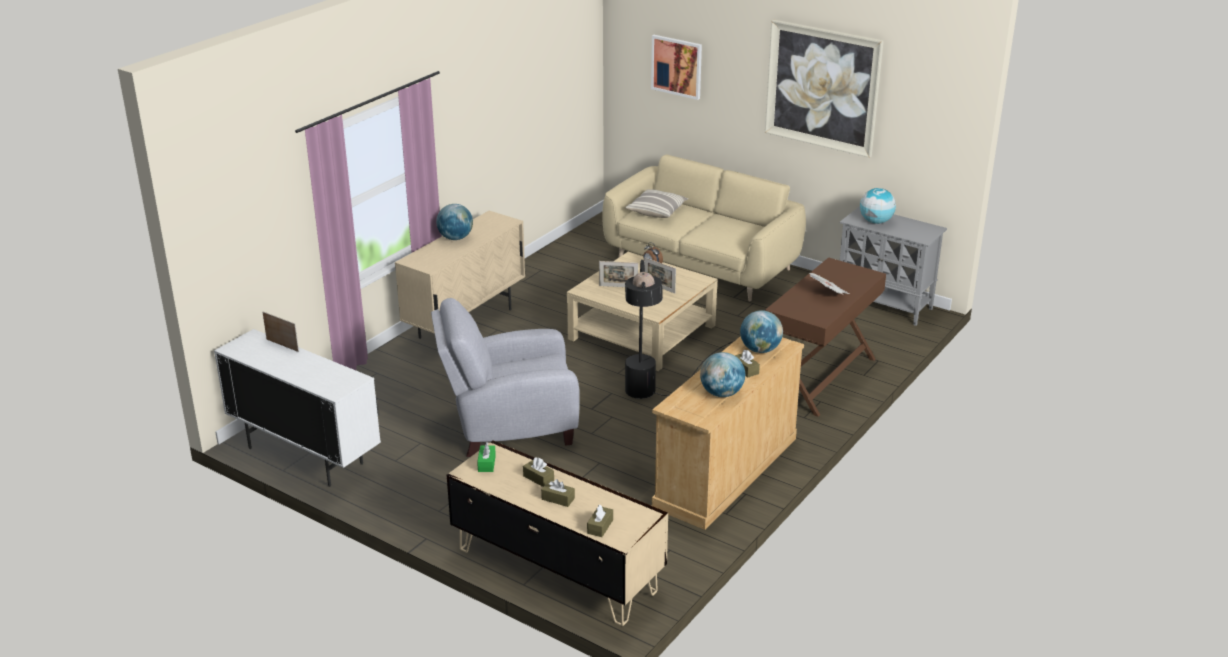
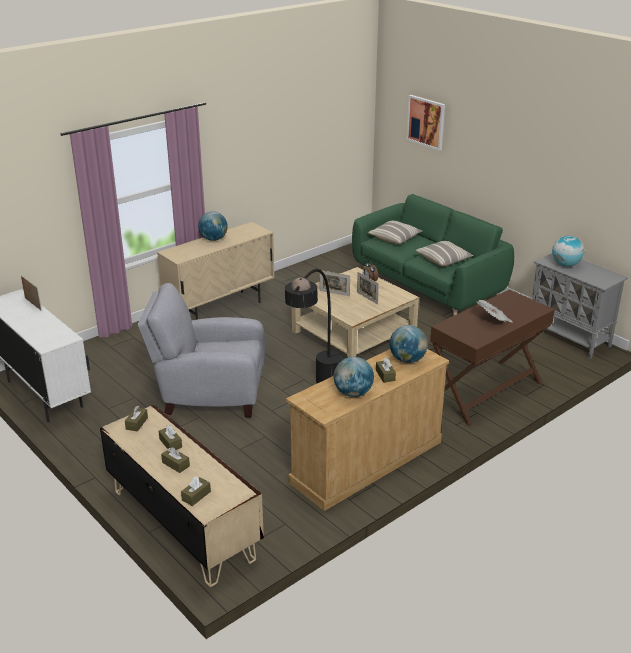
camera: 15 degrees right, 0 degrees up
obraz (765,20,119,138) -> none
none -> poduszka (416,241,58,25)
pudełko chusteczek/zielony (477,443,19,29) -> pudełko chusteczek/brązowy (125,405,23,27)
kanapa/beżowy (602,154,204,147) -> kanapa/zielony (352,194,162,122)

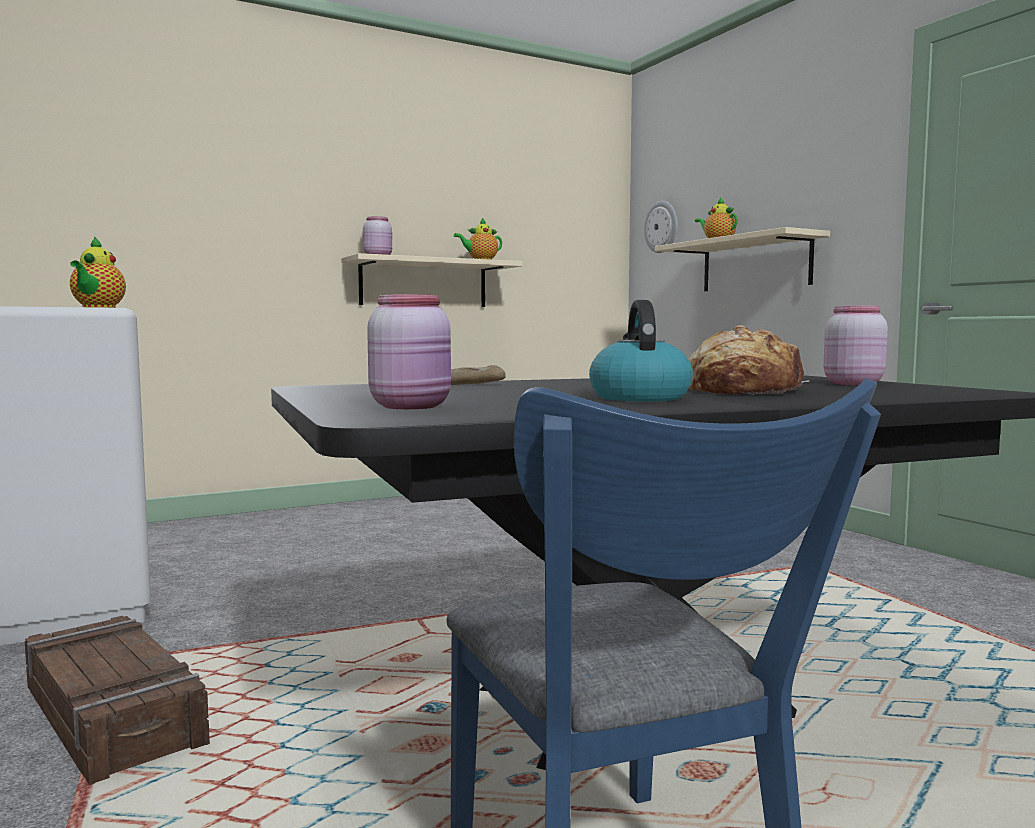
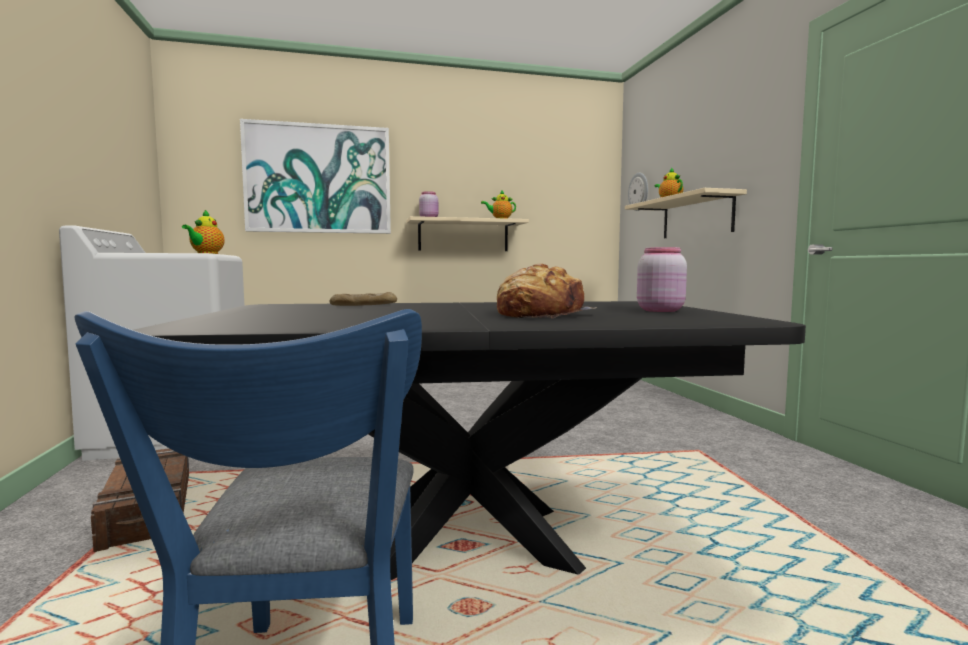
camera: 15 degrees right, 0 degrees up
słoik/różowy (367,295,84,114) -> none
czajnik (589,300,104,101) -> none
none -> obraz (240,119,151,115)

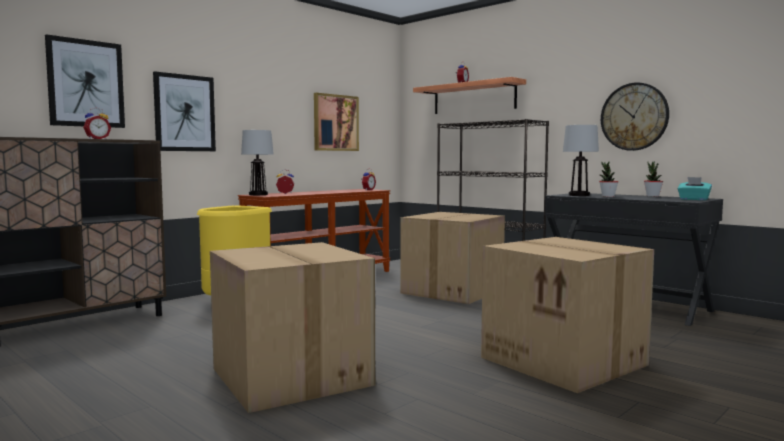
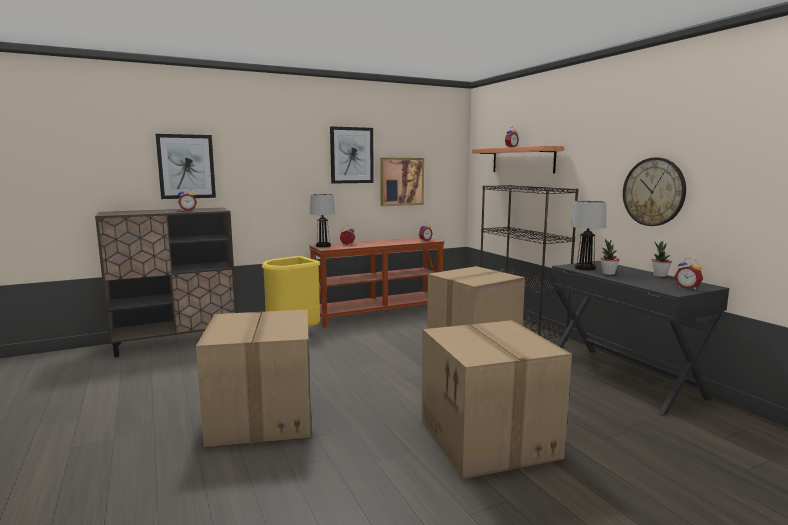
camera: 20 degrees right, 5 degrees up
obraz (153,71,63,80) -> obraz (330,126,44,58), shifted
pudełko chusteczek/turkusowy (678,177,34,23) -> budzik (675,258,28,32)

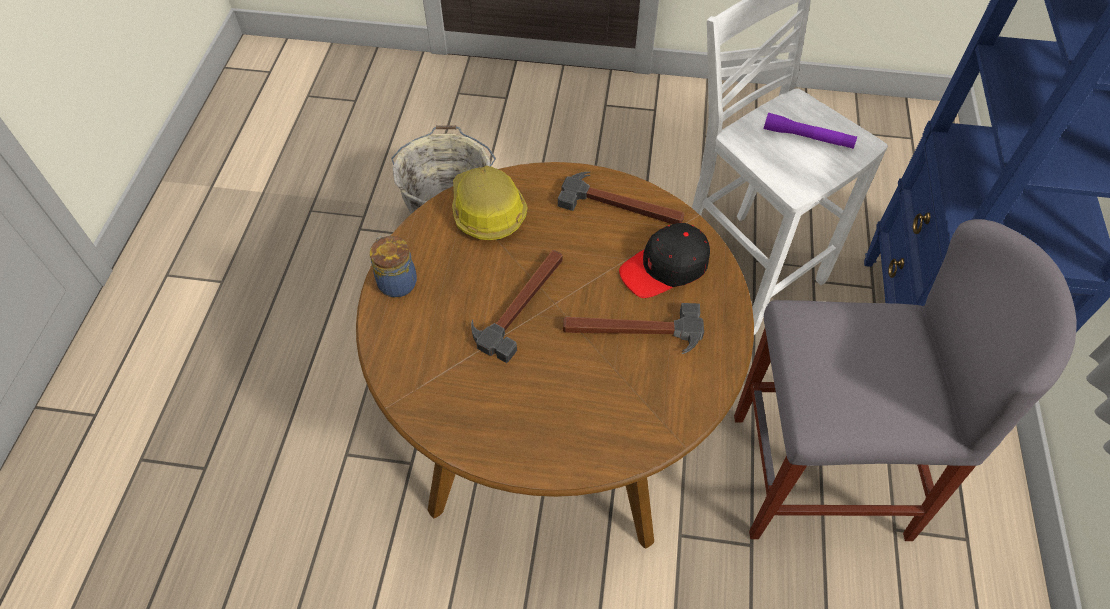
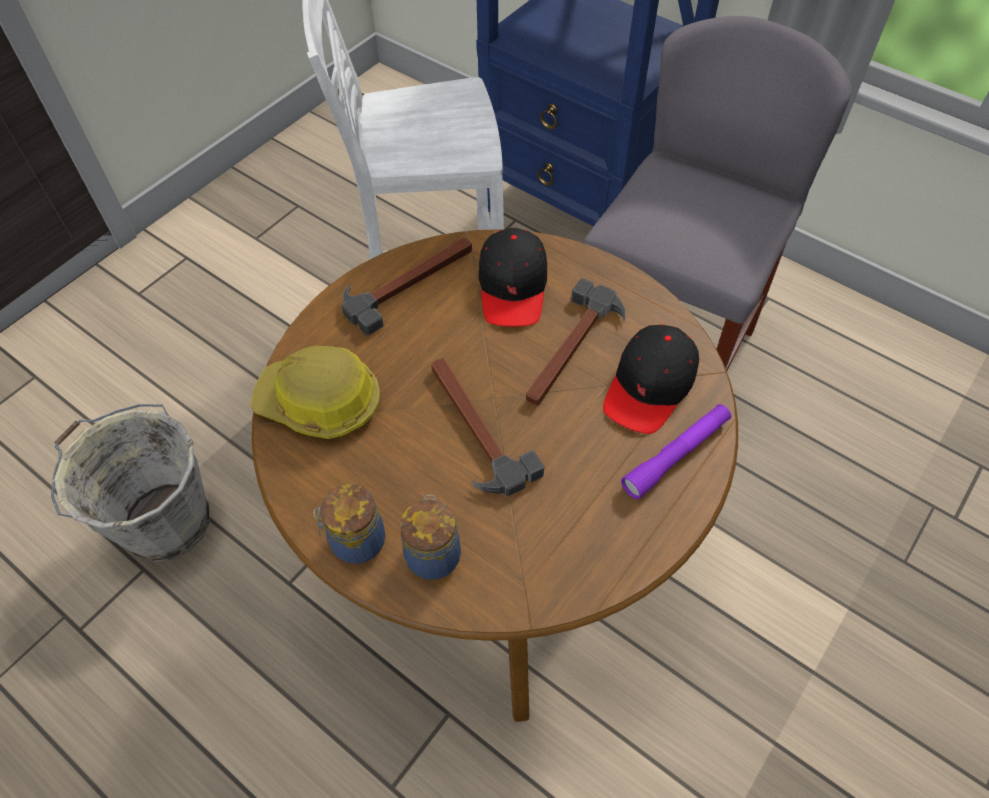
camera: 60 degrees left, 0 degrees up
none -> słoik (400,495,61,85)
none -> czapka z daszkiem/czarny (603,324,96,110)
latarka/fioletowy (764,113,93,36) -> latarka/fioletowy (621,404,110,95), shifted

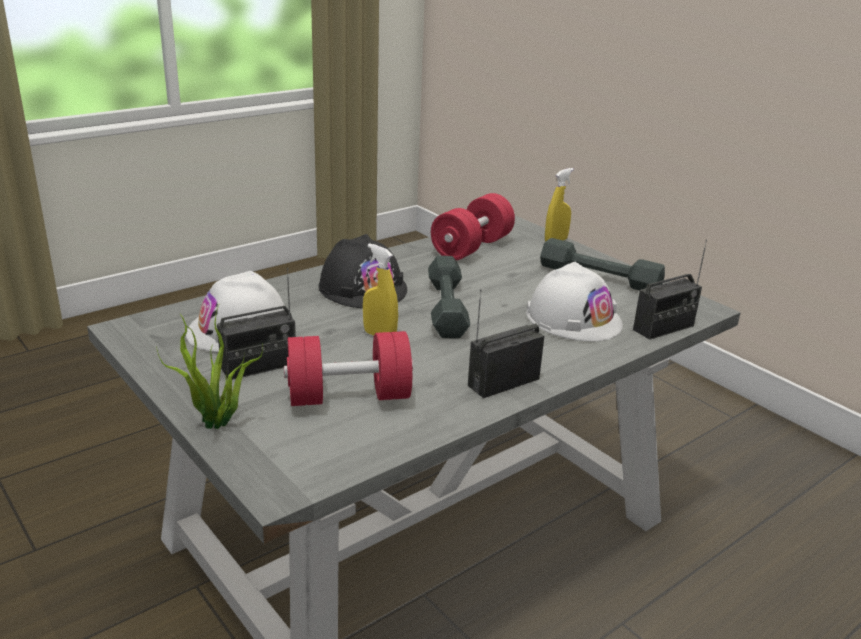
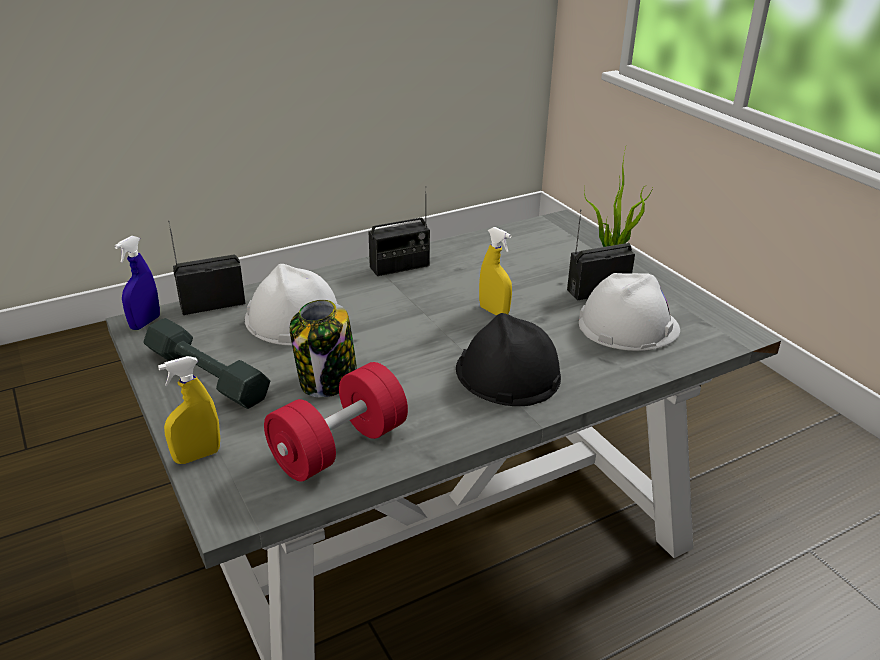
camera: 170 degrees left, 5 degrees up
hantel/czerwony (284,331,129,75) -> none
hantel/szary (428,256,42,82) -> none
none -> spryskiwacz/niebieski (115,236,45,94)
none -> słoik (290,300,67,98)

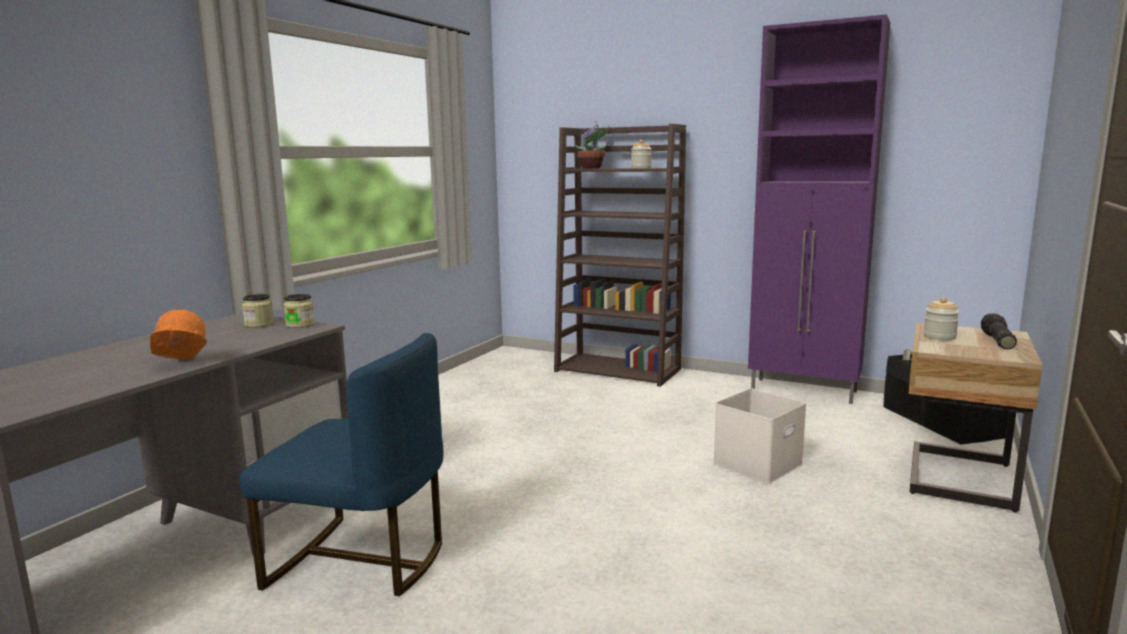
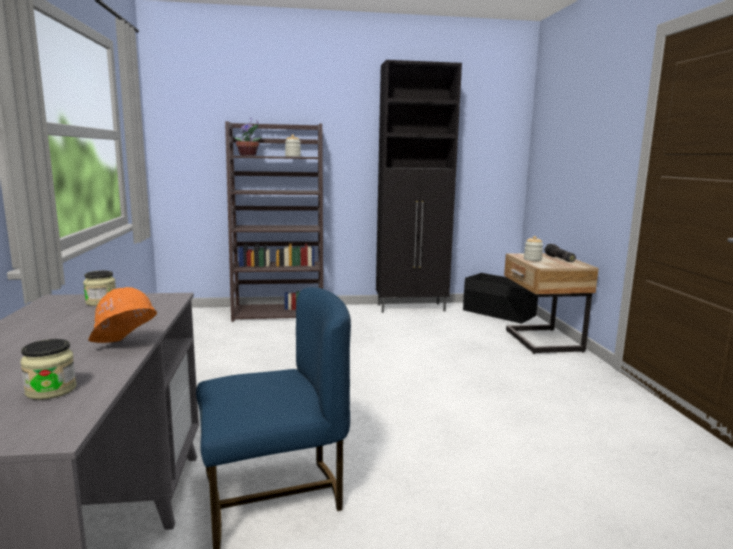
camera: 35 degrees left, 0 degrees up
pojemnik do przechowywania/biały (713,388,93,96) -> none
słoik (283,294,32,34) -> słoik (20,339,57,61), shifted
szafka/fioletowy (748,14,142,390) -> szafka/czarny (376,60,86,253)

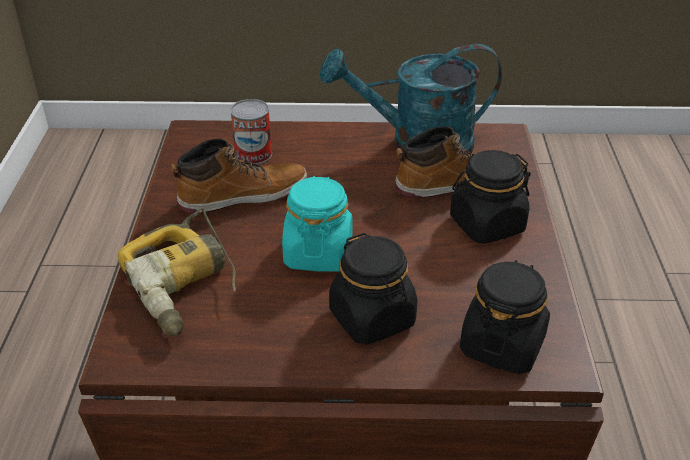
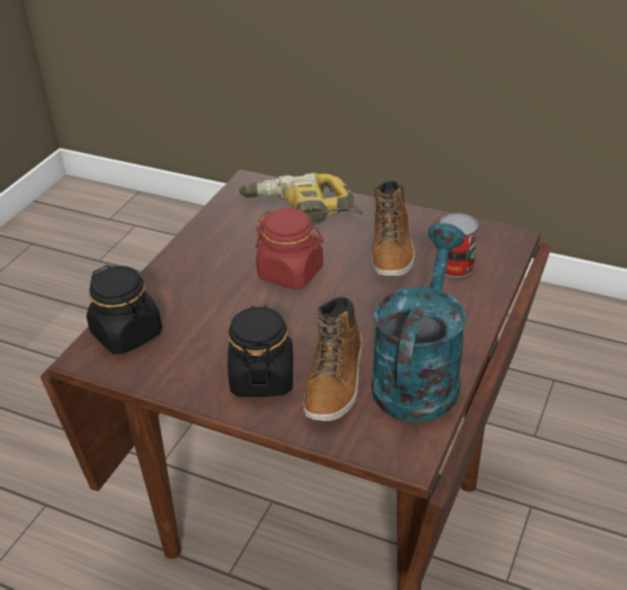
camera: 115 degrees right, 0 degrees up
słoik/czarny (329,233,88,112) -> none
słoik/turkusowy (282,176,71,96) -> słoik/czerwony (256,208,68,81)

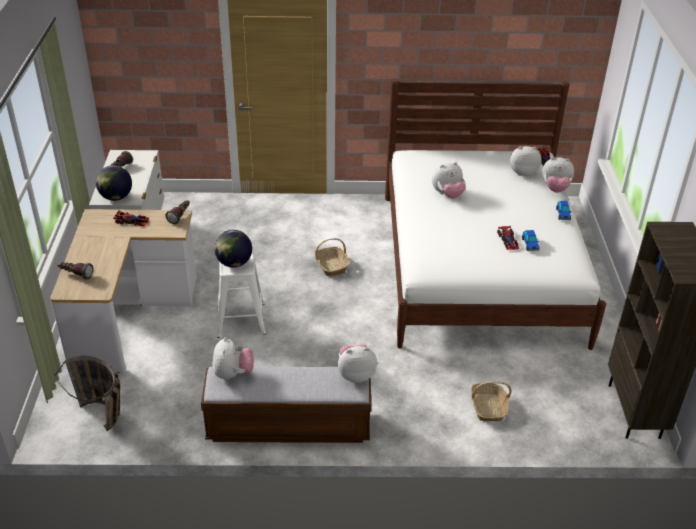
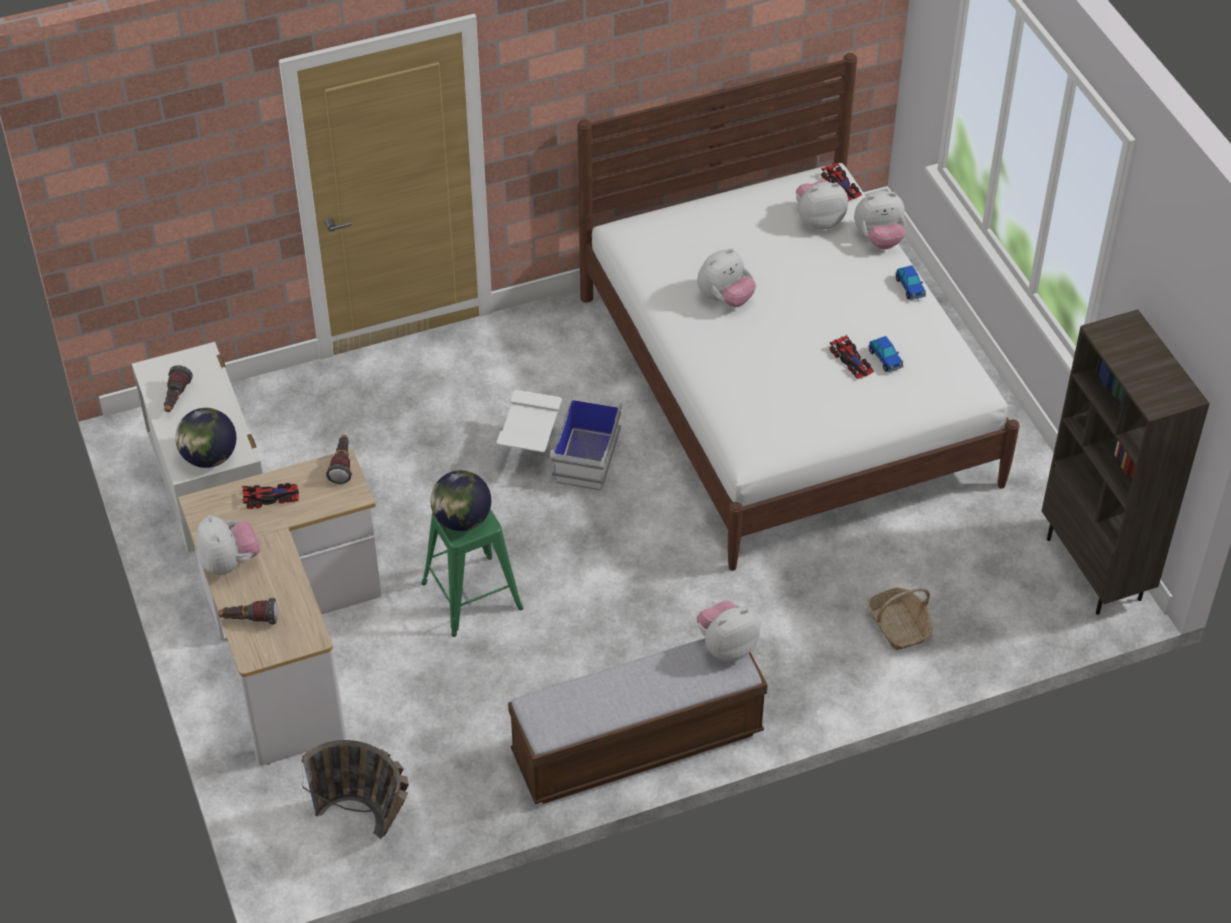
camera: 20 degrees left, 10 degrees up
pluszak (212,337,42,43) -> pluszak (197,515,63,60), shifted
koszyk (315,238,34,39) -> pojemnik do przechowywania/biały (497,390,125,100)
stołek/biały (217,254,49,84) -> stołek/zielony (421,509,102,128)

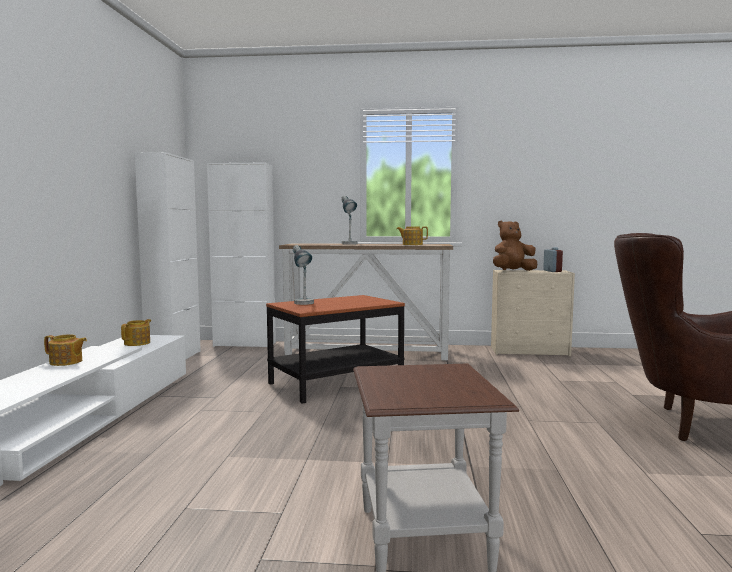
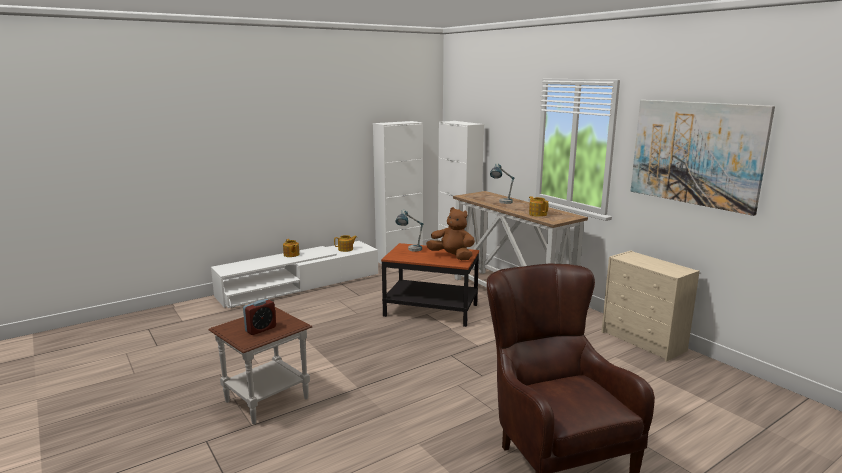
camera: 50 degrees right, 10 degrees up
none -> obraz (631,100,144,116)
pluszak/brązowy (493,221,44,50) -> pluszak/brązowy (426,207,49,53), shifted
budzik (543,247,20,25) -> budzik (243,299,33,36), shifted

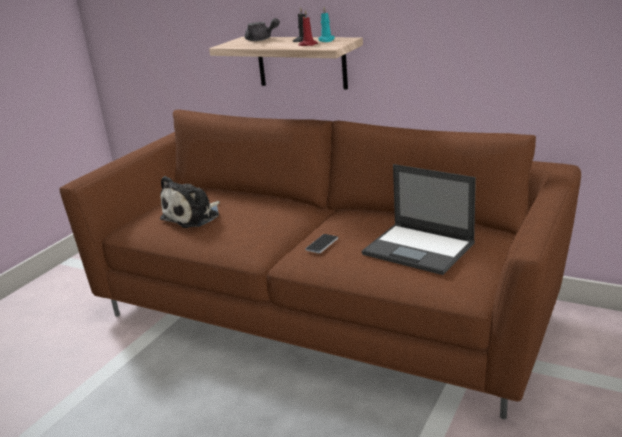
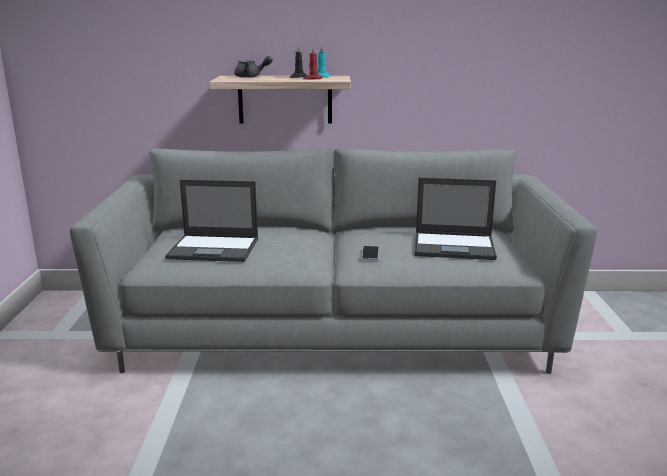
camera: 30 degrees left, 5 degrees down
pluszak (160,176,60,52) -> laptop (165,180,93,82)
kanapa/brązowy (59,110,522,309) -> kanapa/szary (70,148,527,226)

